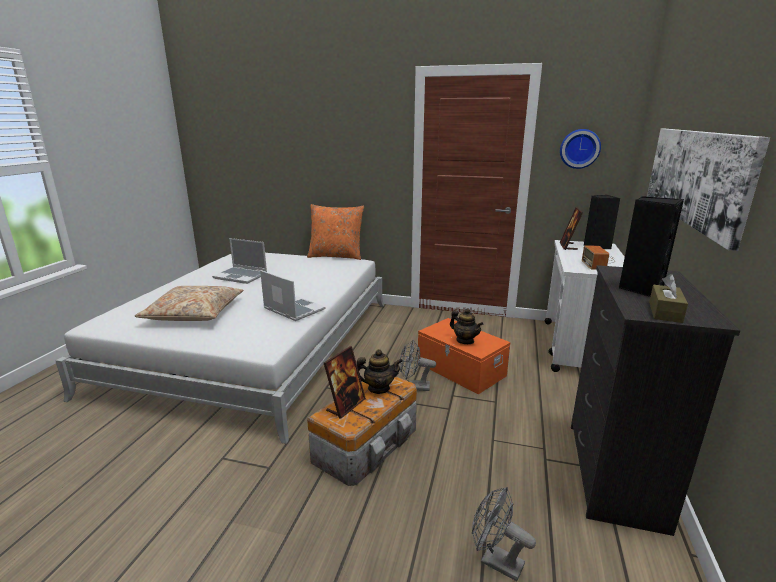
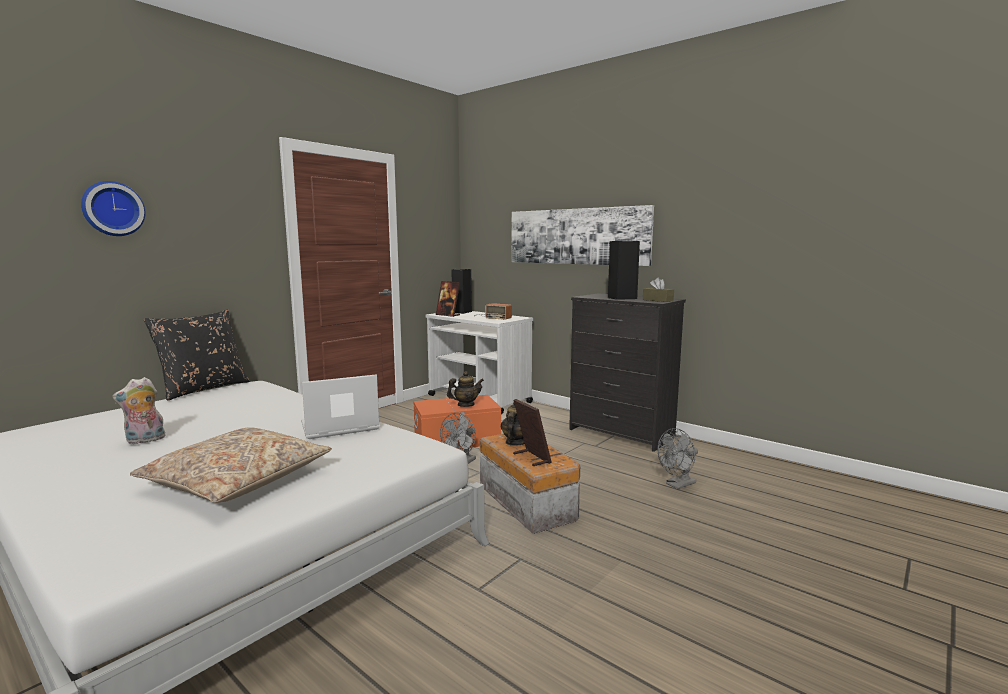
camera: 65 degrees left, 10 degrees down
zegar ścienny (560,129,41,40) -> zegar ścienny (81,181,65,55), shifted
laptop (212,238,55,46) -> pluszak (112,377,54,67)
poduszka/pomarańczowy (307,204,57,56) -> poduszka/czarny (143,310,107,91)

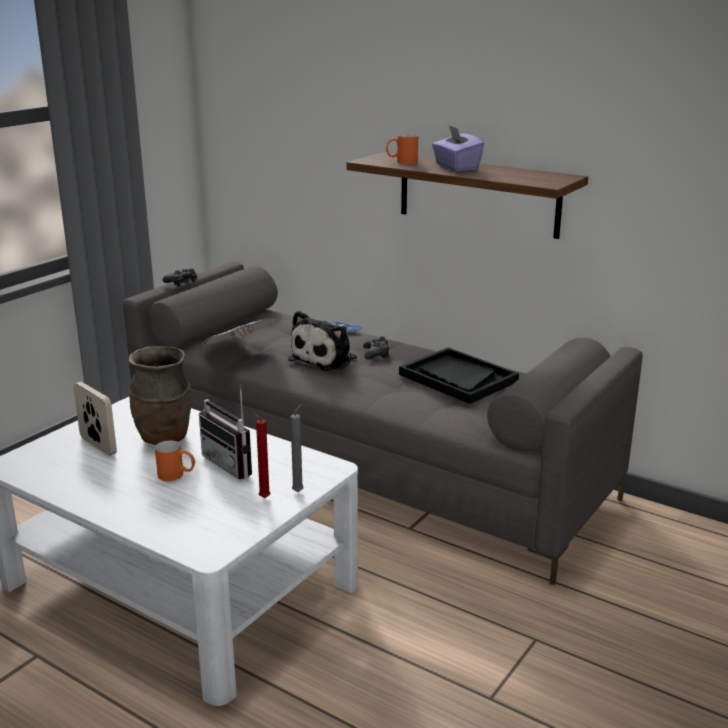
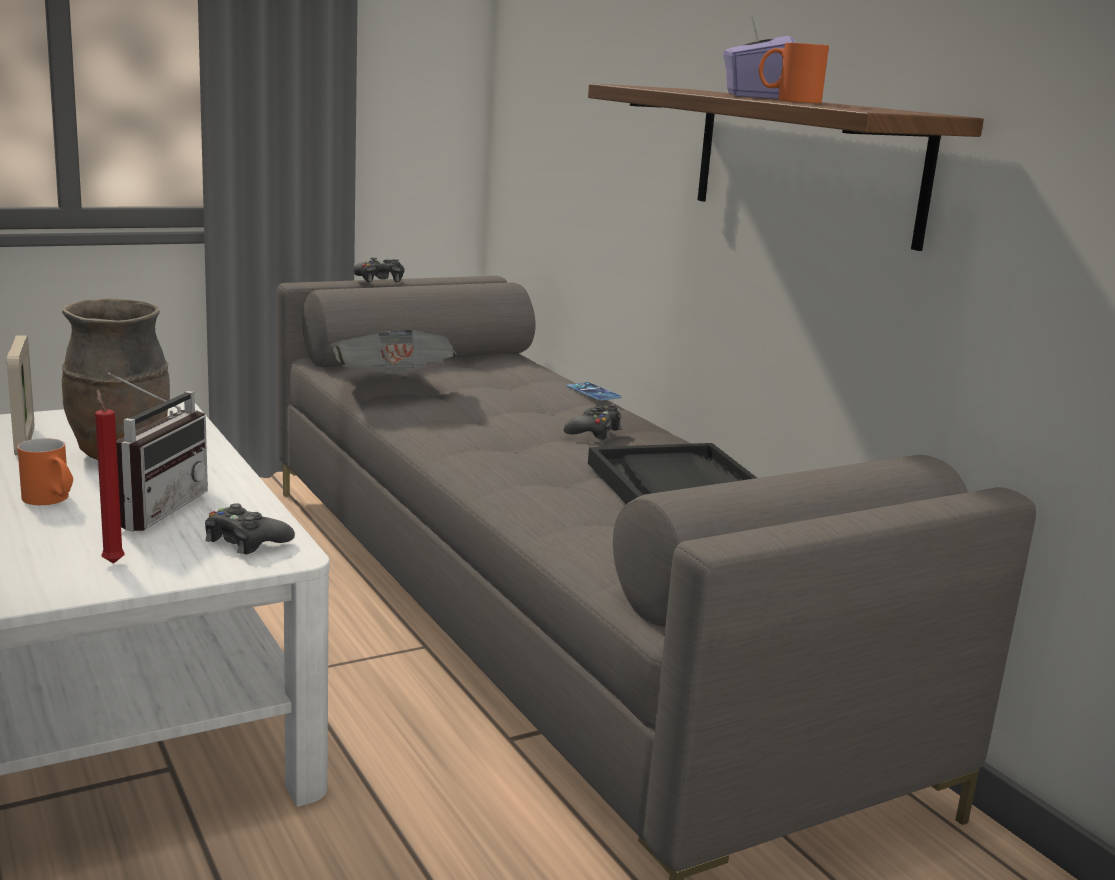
camera: 25 degrees right, 5 degrees down
pluszak (288,311,69,60) -> none
świeca/szary (291,404,13,88) -> none
none -> pad do gier/czarny (205,503,90,51)
kubek/pomarańczowy (386,134,32,30) -> kubek/pomarańczowy (759,43,70,60), shifted
radio (199,384,53,95) -> radio (108,373,100,159), 150 degrees counterclockwise

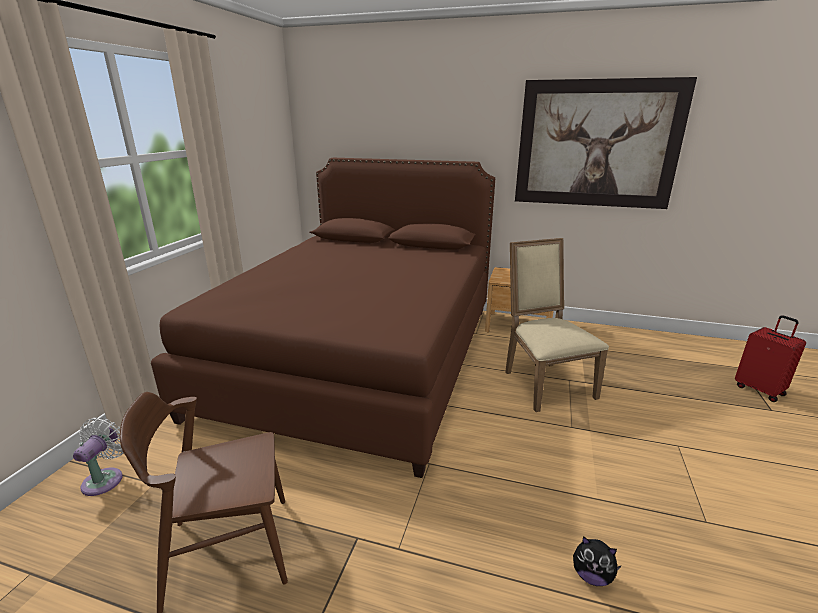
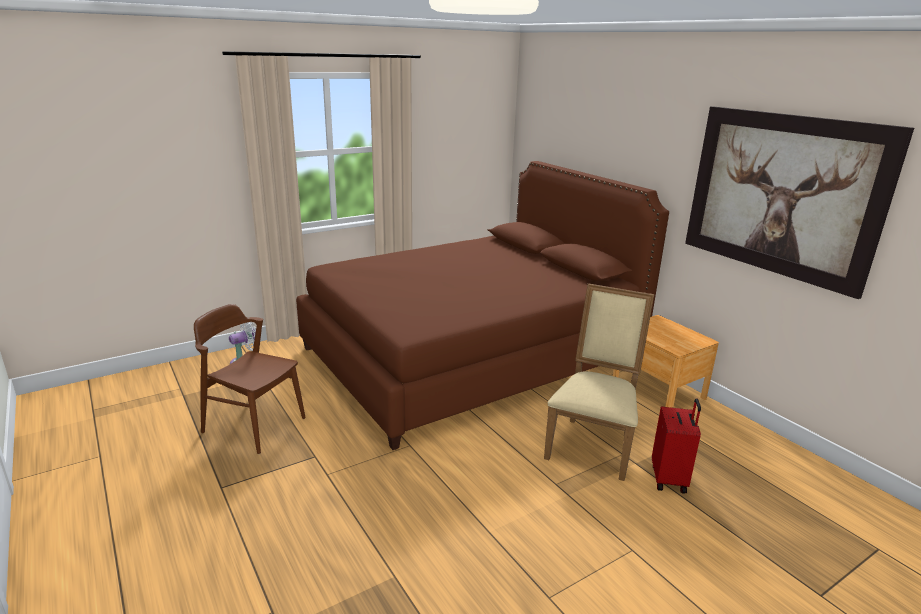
camera: 40 degrees right, 0 degrees up
pluszak (573,536,49,50) -> none
walizka/czerwony (735,315,71,87) -> walizka/czerwony (652,398,49,96), shifted

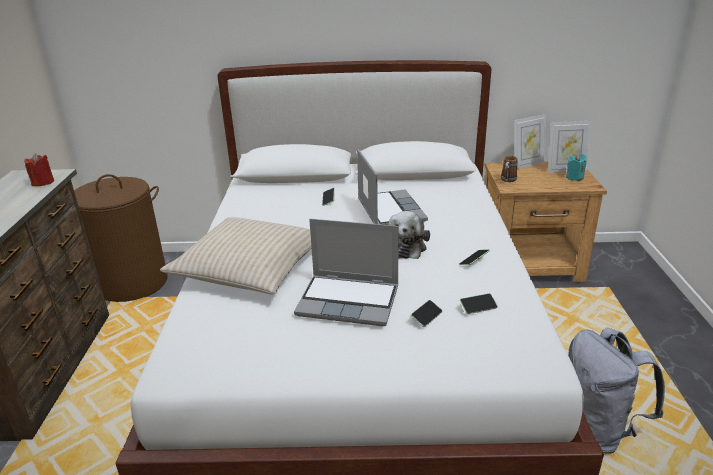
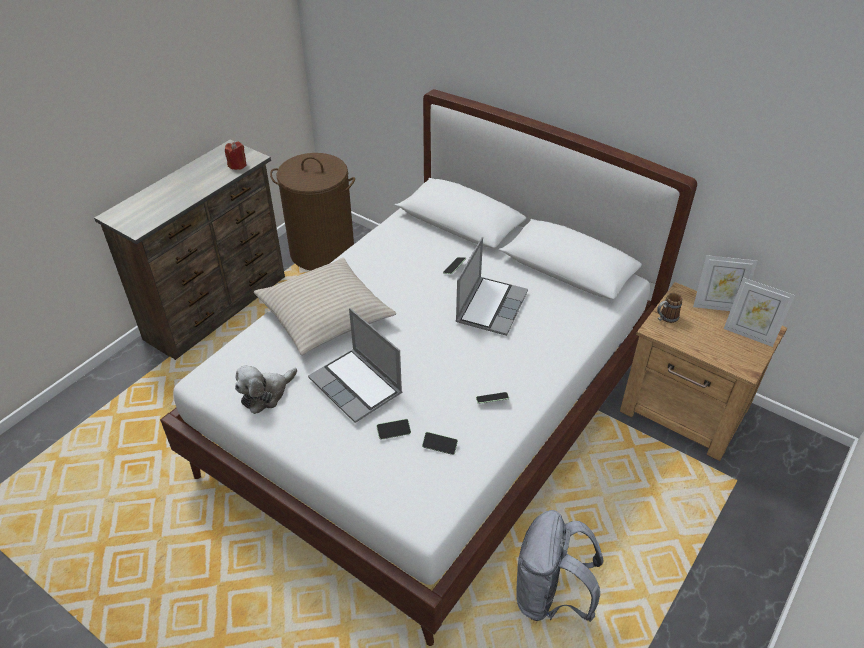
camera: 35 degrees right, 15 degrees up
świeca/turkusowy (566,154,21,27) -> none
pluszak (389,211,41,48) -> pluszak (235,365,62,49), shifted

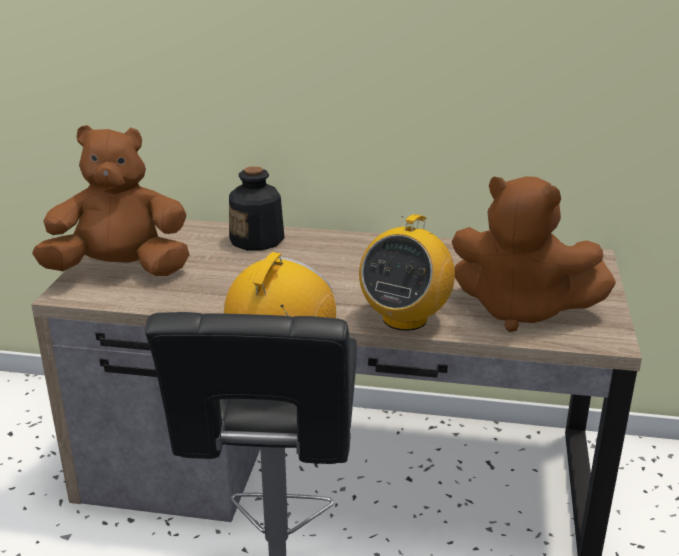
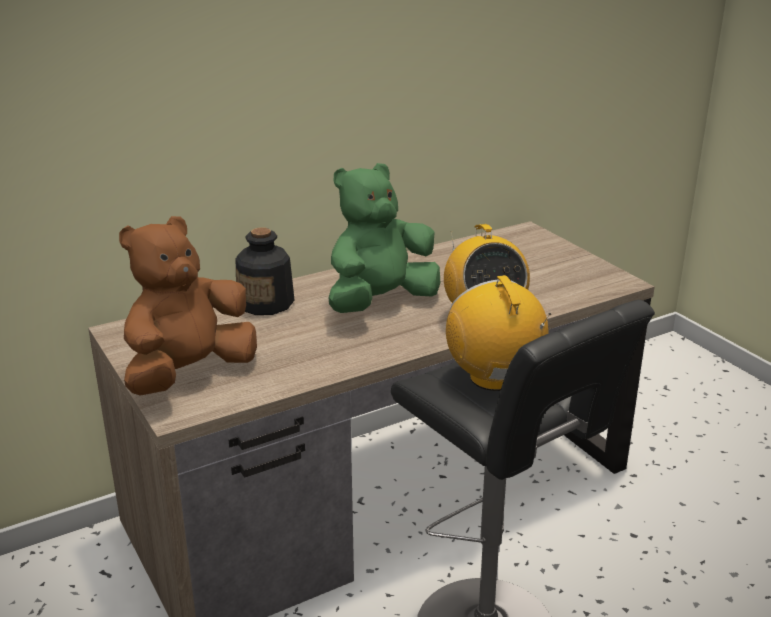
camera: 40 degrees left, 0 degrees up
pluszak/brązowy (452,176,164,156) -> none
none -> pluszak/zielony (328,163,112,150)

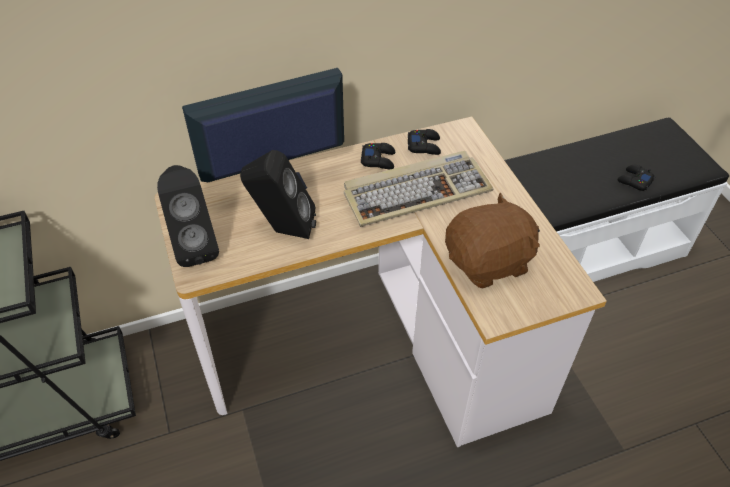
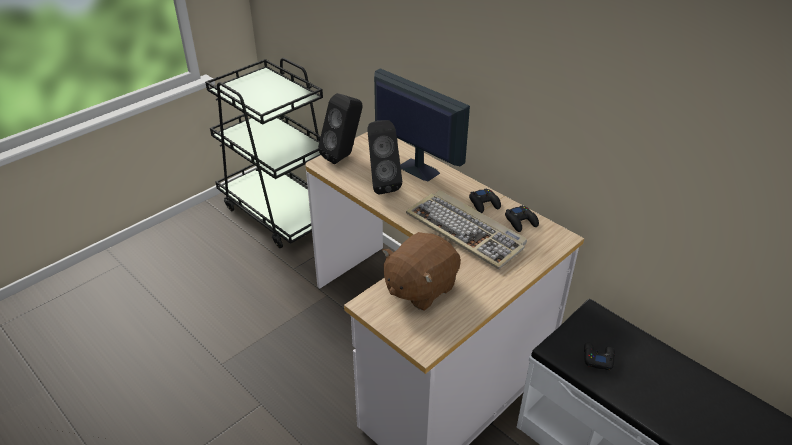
camera: 65 degrees right, 10 degrees down
pad do gier/czarny (617,165,38,26) -> pad do gier/czarny (584,342,31,28), shifted
pluszak/brązowy (445,193,95,95) -> pluszak/brązowy (382,232,79,79), 90 degrees clockwise

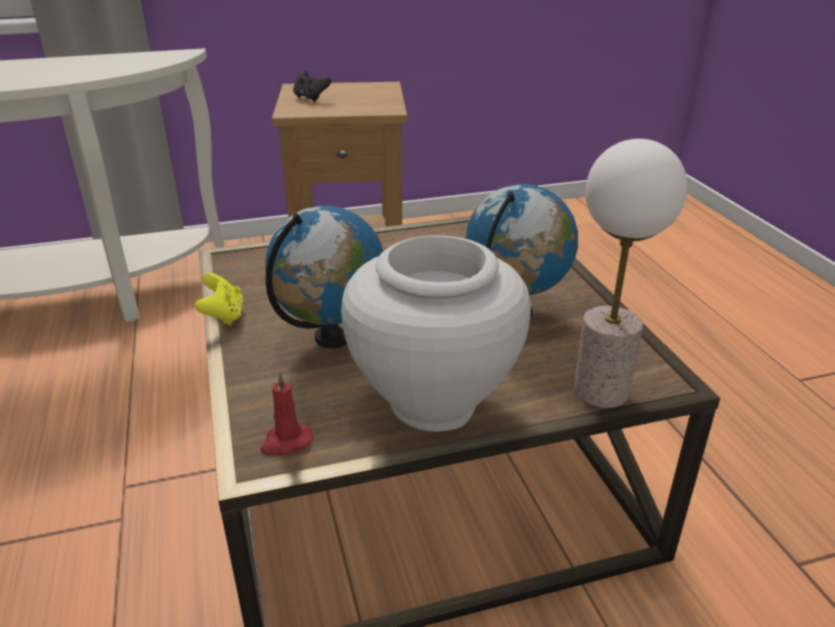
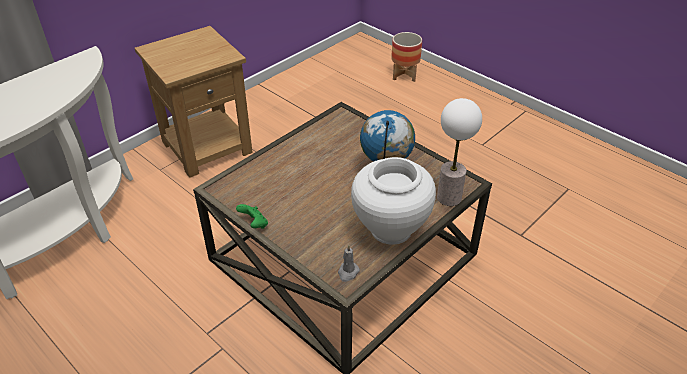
camera: 30 degrees left, 10 degrees up
globus (265,205,118,144) -> none
pad do gier/czarny (293,71,39,31) -> none
none -> donica (391,32,31,50)
pad do gier/żółty (194,273,50,53) -> pad do gier/zielony (236,204,32,25)
świeca/czerwony (260,371,53,85) -> świeca/szary (338,245,22,37)

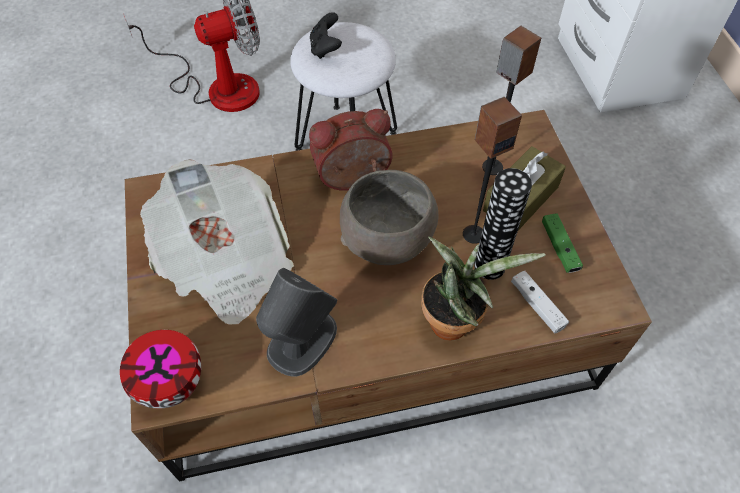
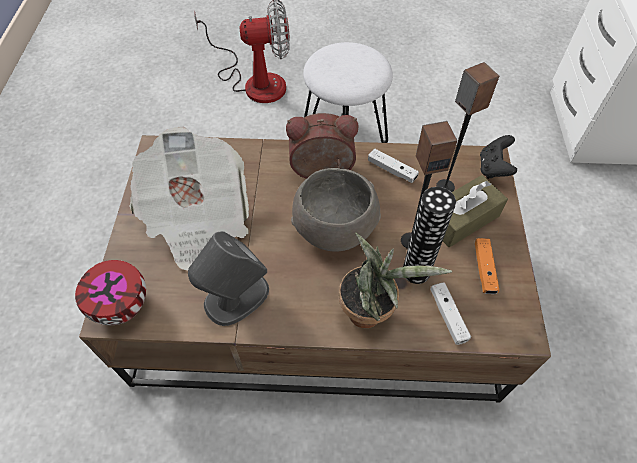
camera: 15 degrees right, 0 degrees up
none -> pad do gier/biały (368,149,51,34)
pad do gier/czarny (310,12,32,47) -> pad do gier/czarny (480,135,37,44), shifted
pad do gier/zielony (542,213,41,60) -> pad do gier/pomarańczowy (475,238,24,56)

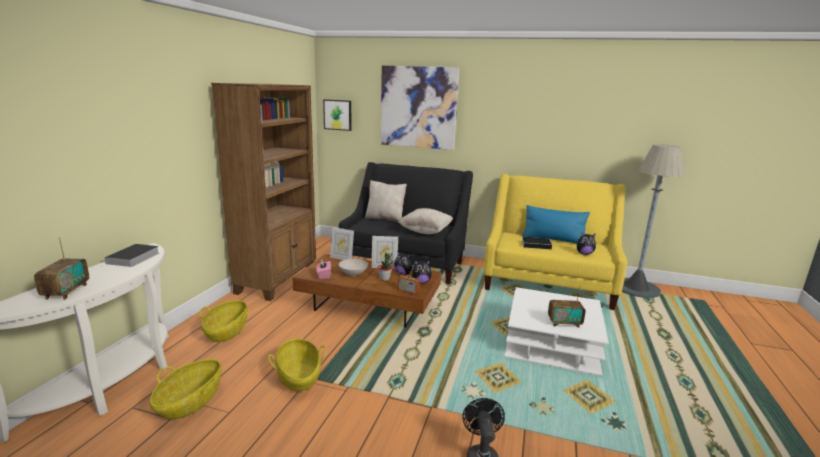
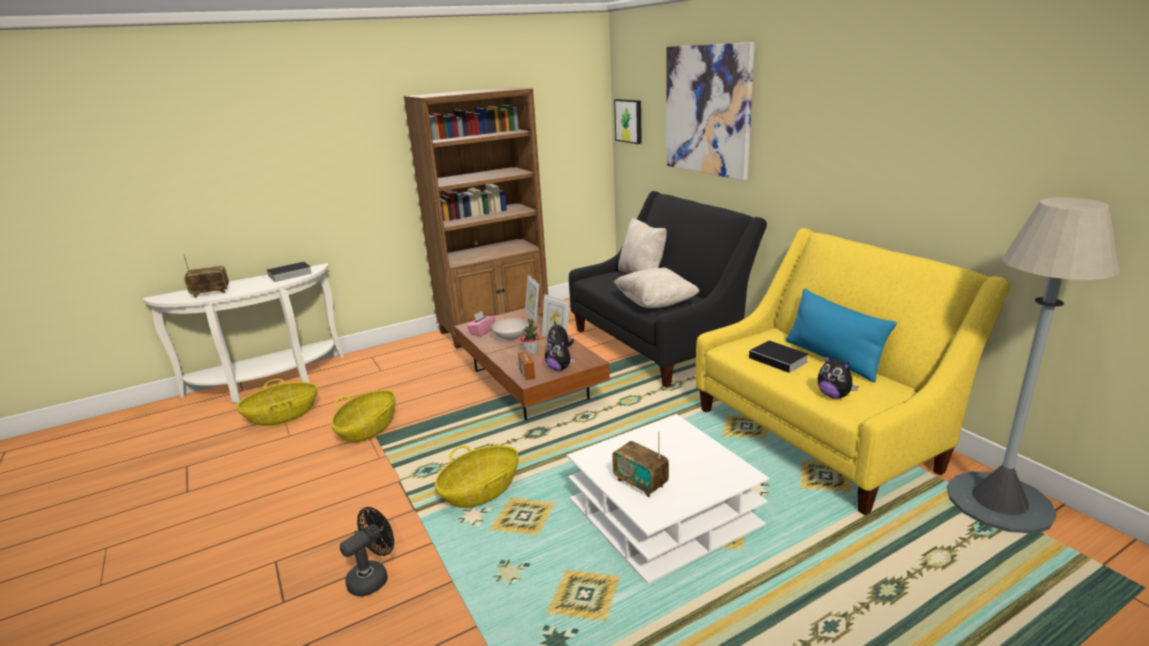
camera: 45 degrees right, 5 degrees up
koszyk (199,300,51,42) -> koszyk (435,445,83,63), shifted
radio (34,237,55,63) -> radio (183,254,46,44), 150 degrees counterclockwise

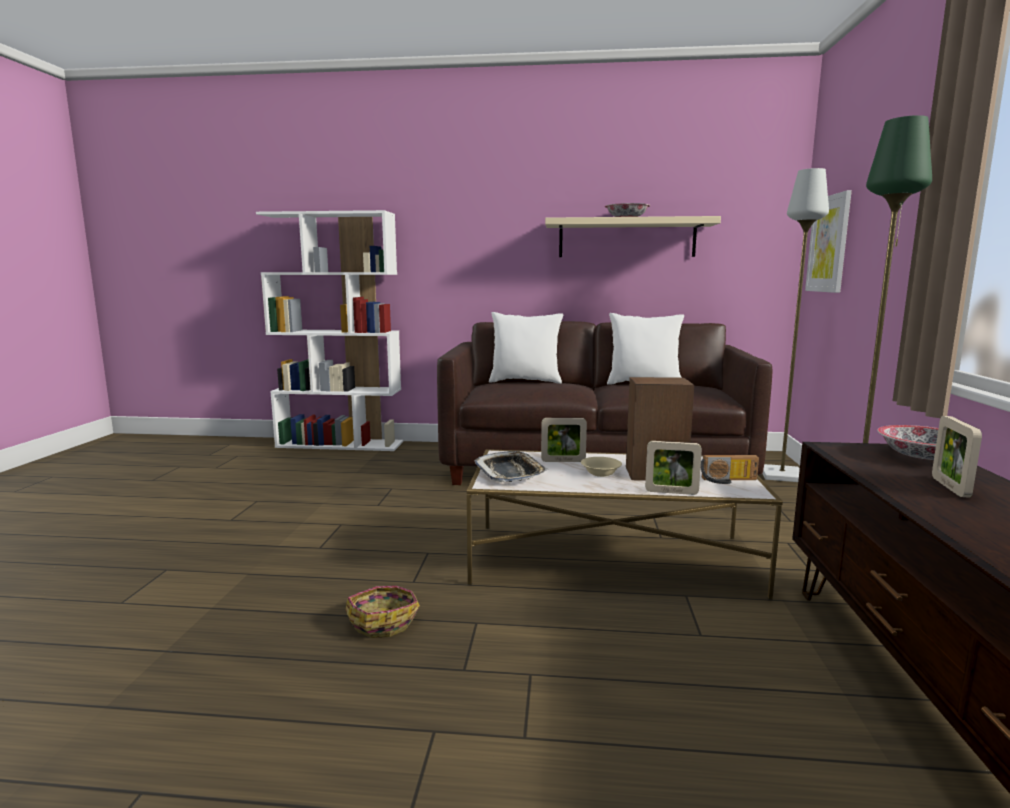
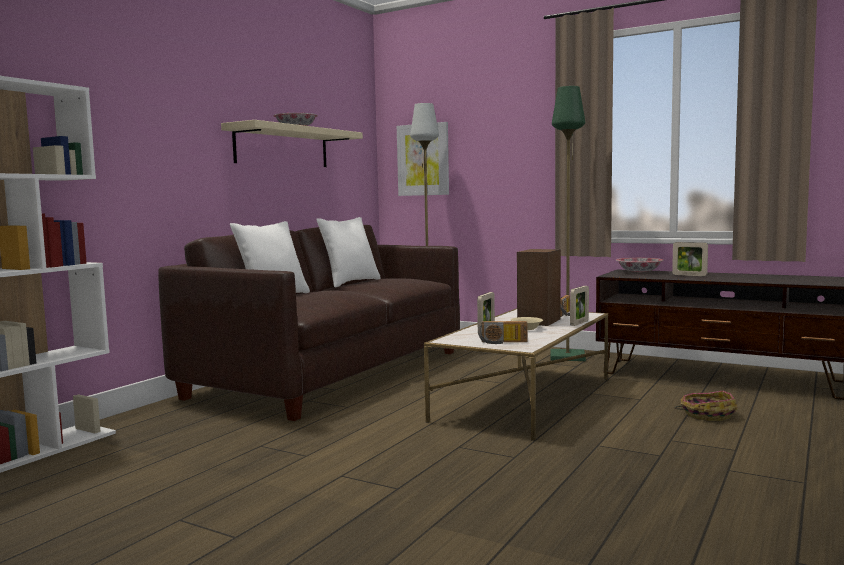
camera: 65 degrees left, 5 degrees down
koszyk (345,586,75,52) -> koszyk (675,391,63,30), shifted
taca (474,451,74,31) -> radio (478,321,50,23)

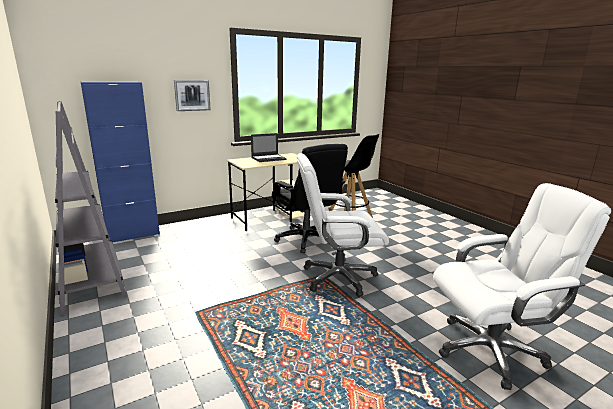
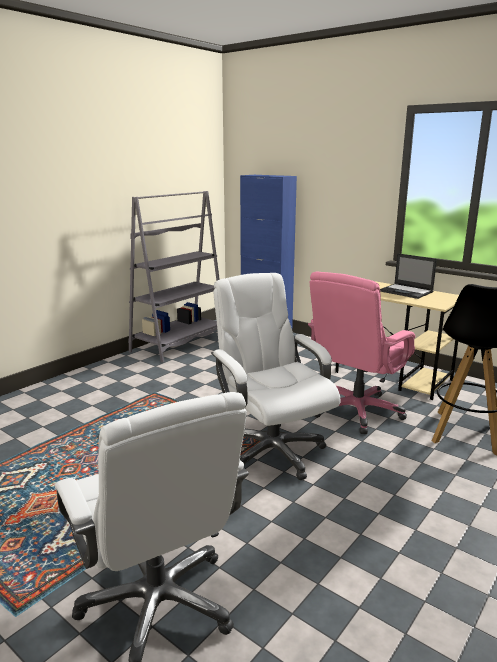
camera: 70 degrees right, 0 degrees up
obraz (174,80,37,31) -> none
krzesło biurowe/czarny (272,144,76,109) -> krzesło biurowe/różowy (308,272,107,162)

